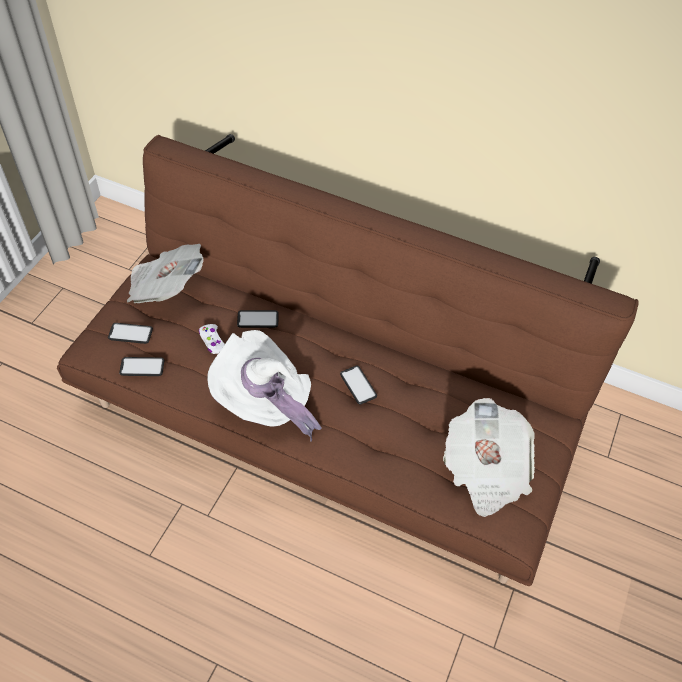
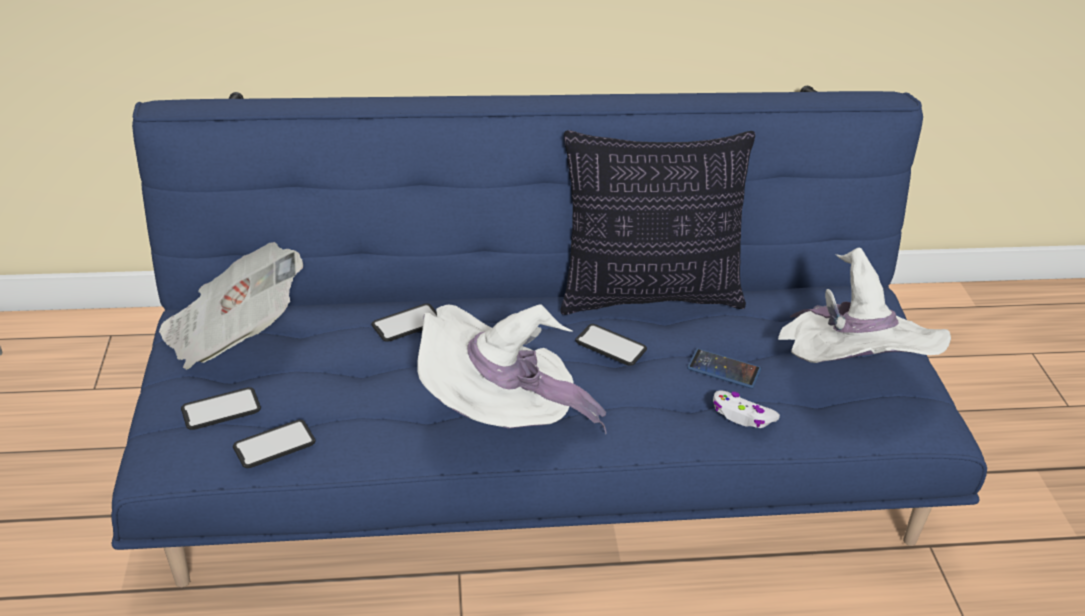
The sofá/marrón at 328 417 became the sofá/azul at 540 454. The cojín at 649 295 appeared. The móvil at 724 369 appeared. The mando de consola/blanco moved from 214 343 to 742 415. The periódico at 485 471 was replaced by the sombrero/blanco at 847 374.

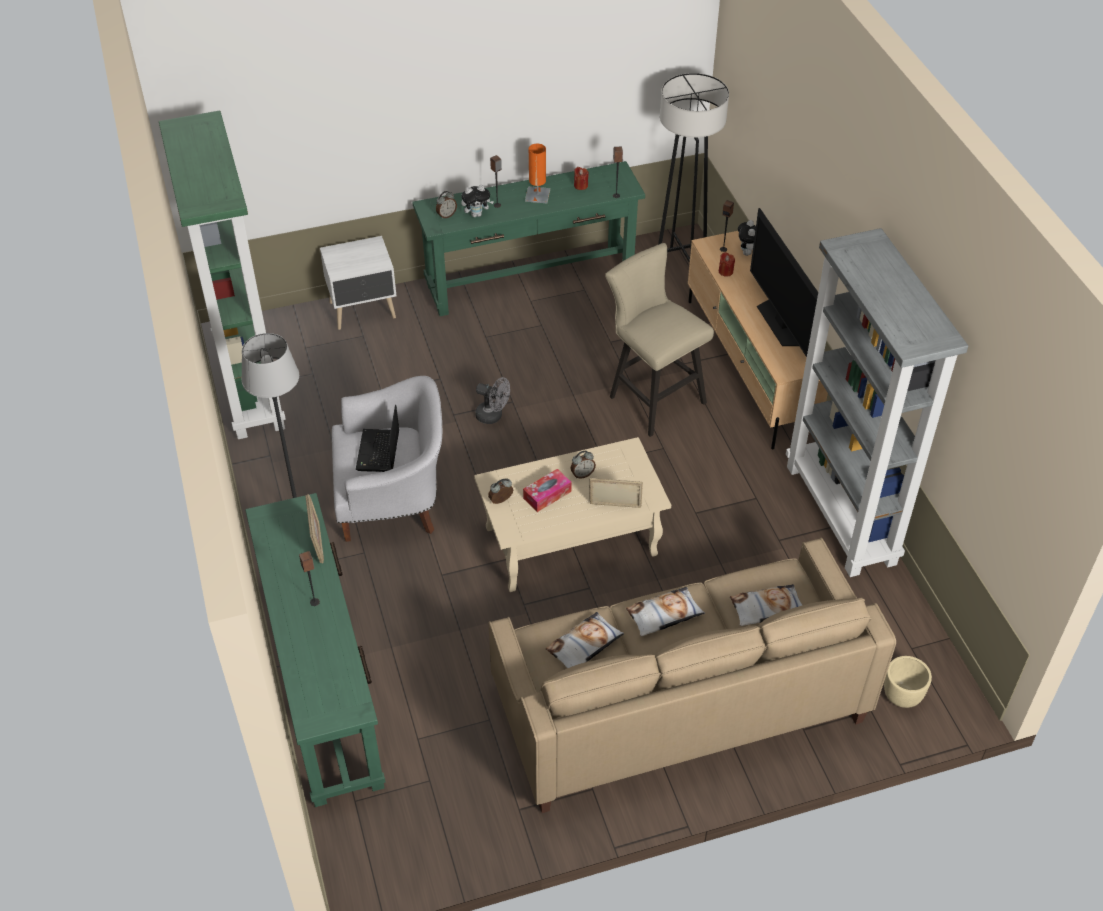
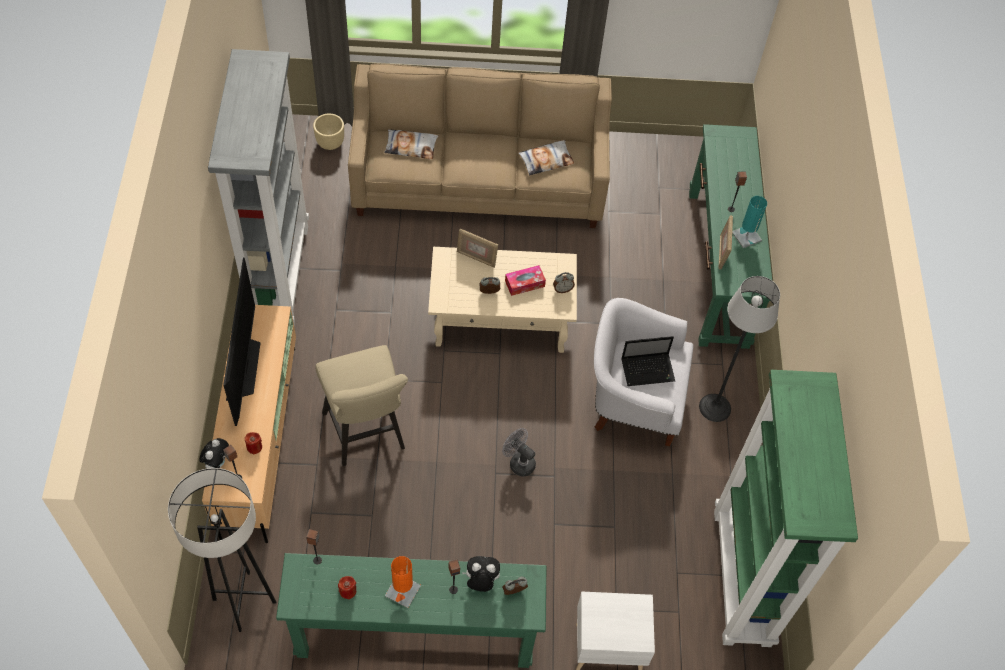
The portátil at 378 452 turned 60 degrees clockwise. The lámpara de mesa/turquesa at 746 236 appeared. The cojín at 664 615 disappeared.

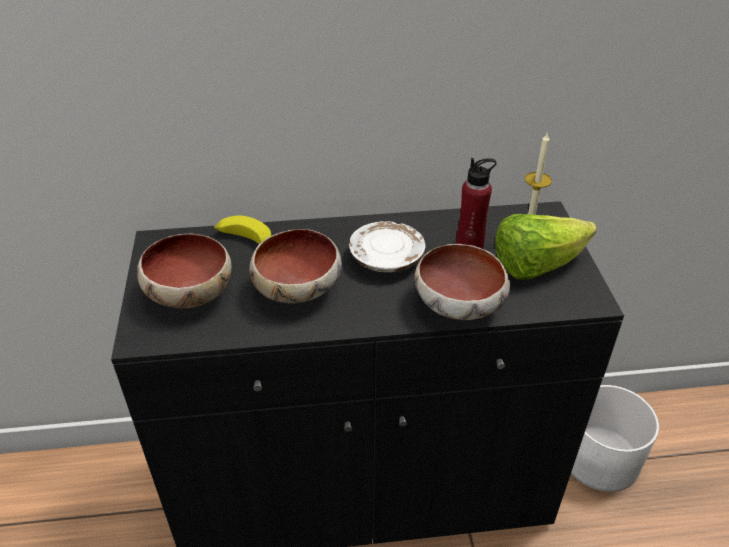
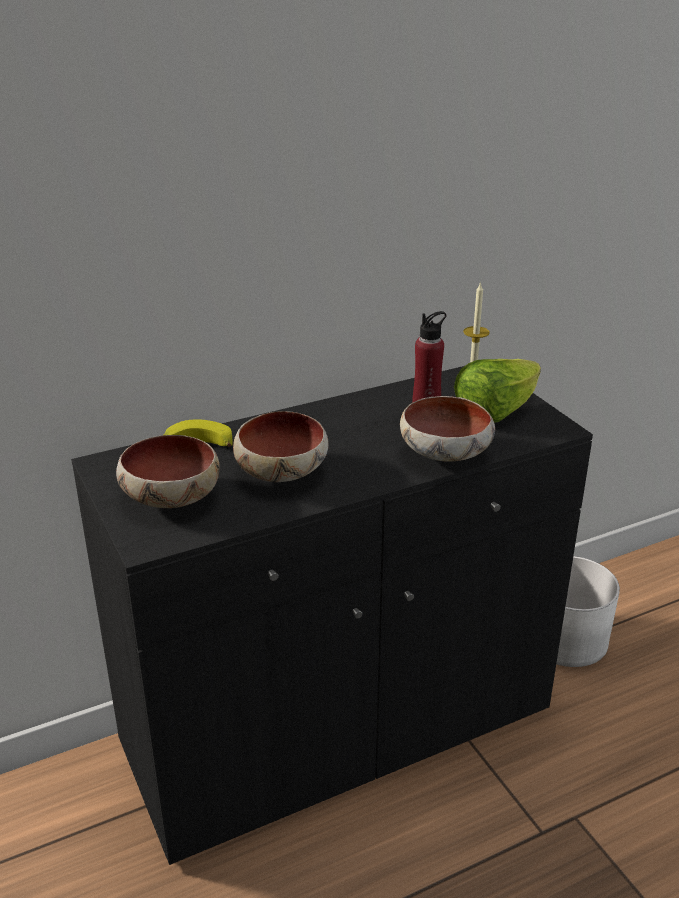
The plato/blanco at 386 257 disappeared.

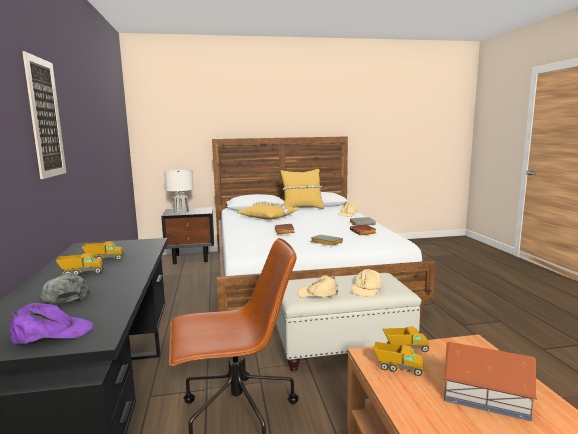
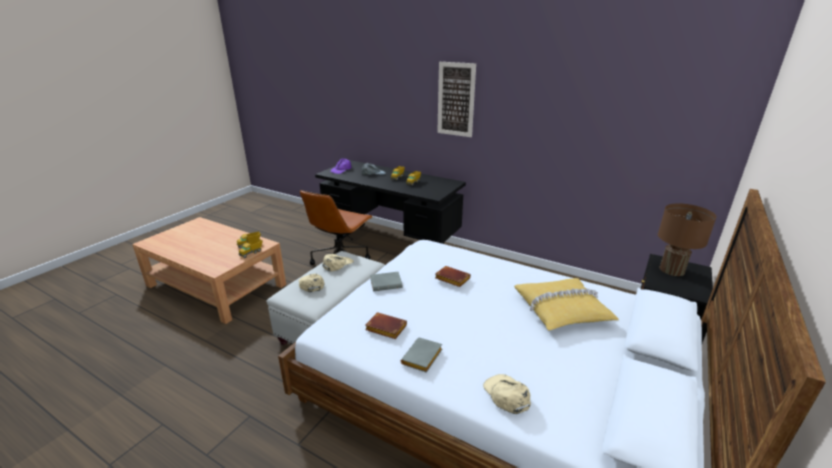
The lámpara de mesa/blanco at 181 212 became the lámpara de mesa/marrón at 672 270. The cojín/amarillo at 302 208 disappeared. The casita at 486 396 disappeared.

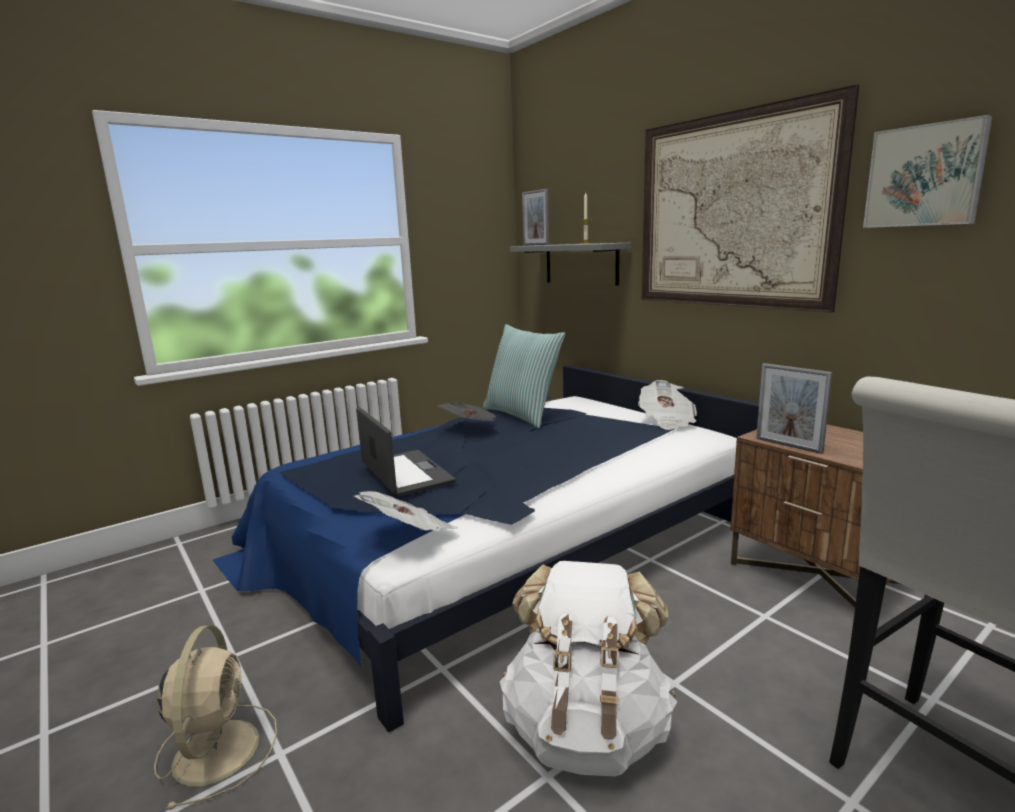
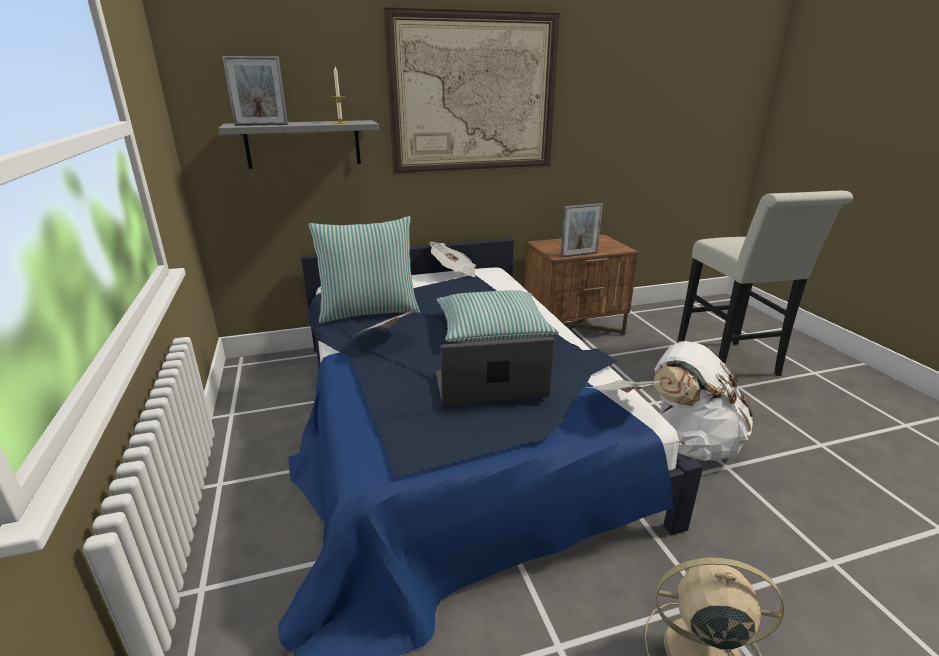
The cojín at 492 330 appeared. The cuadro at 925 176 disappeared.

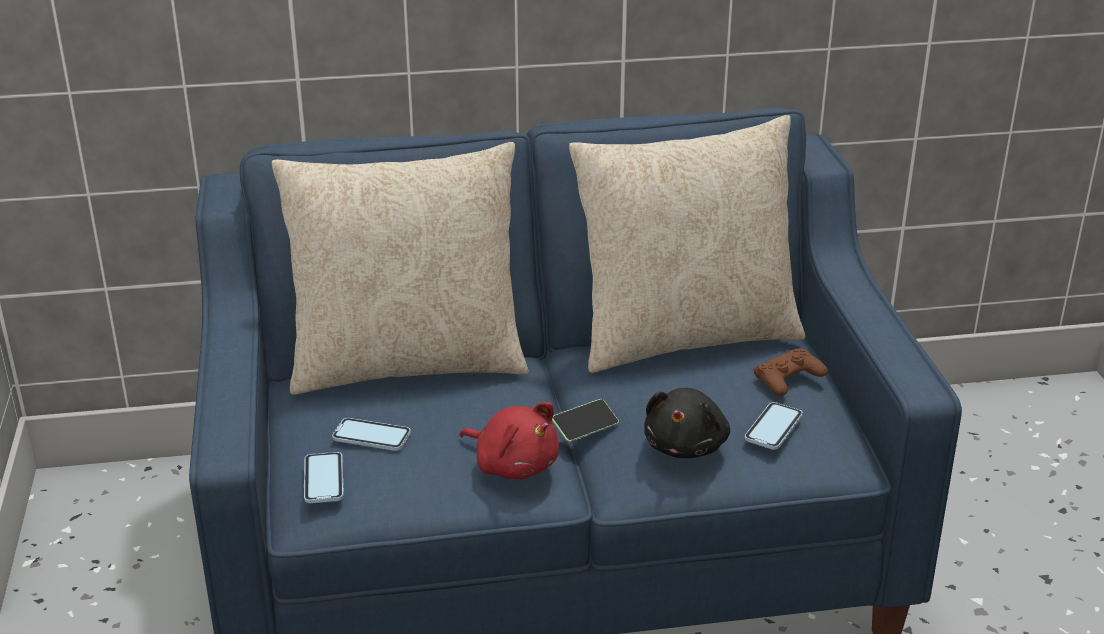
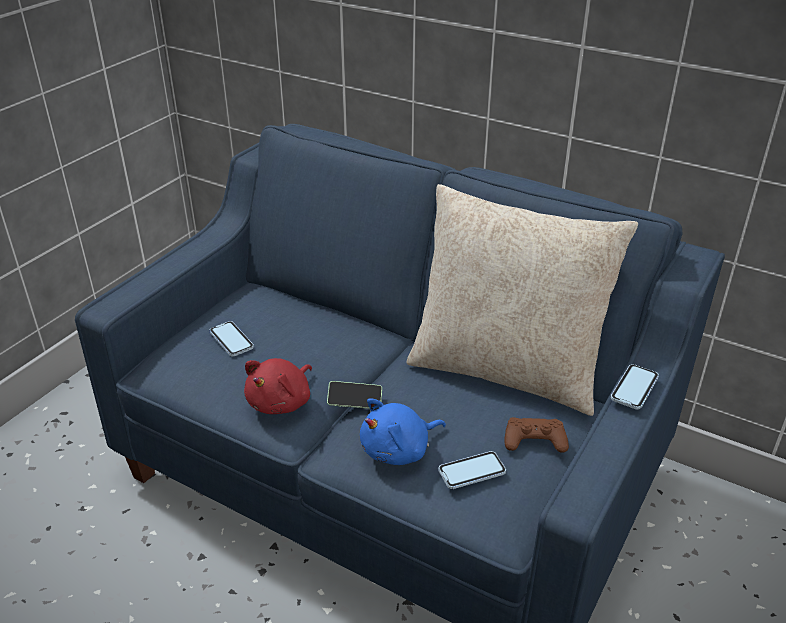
The peluche/rojo at 513 465 turned 45 degrees clockwise. The peluche/negro at 686 446 became the peluche/azul at 399 450. The móvil moved from 323 480 to 634 388. The cojín/beis at 408 363 disappeared.

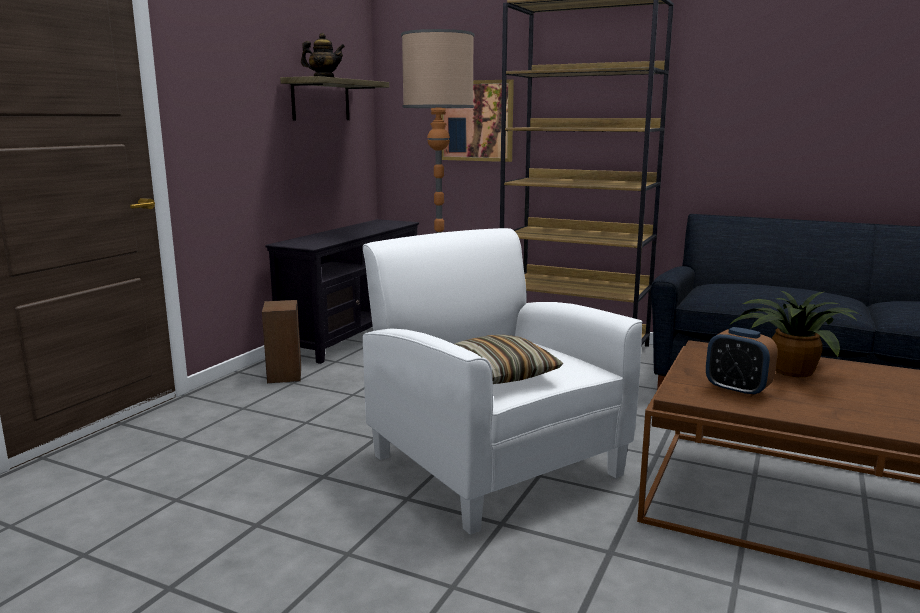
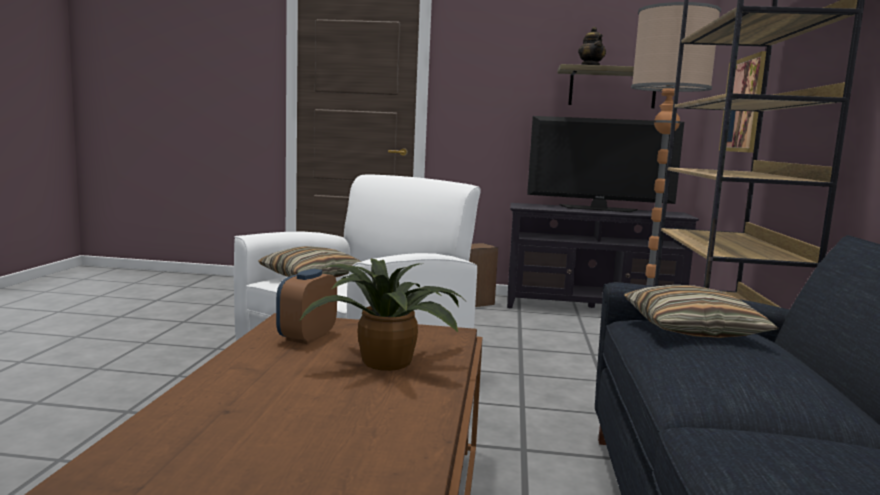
The televisor at 598 209 appeared. The cojín at 692 329 appeared.

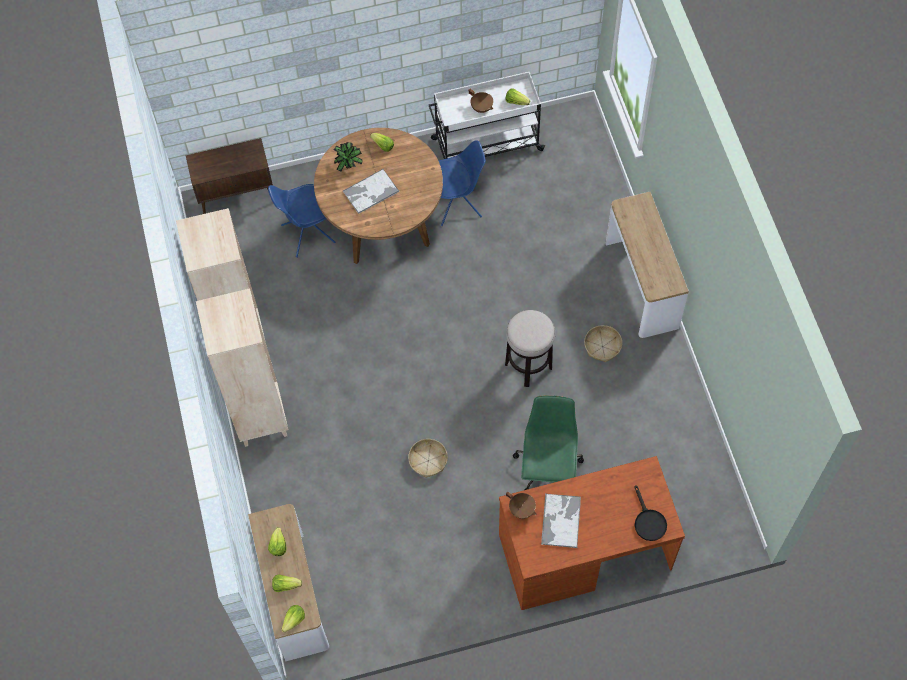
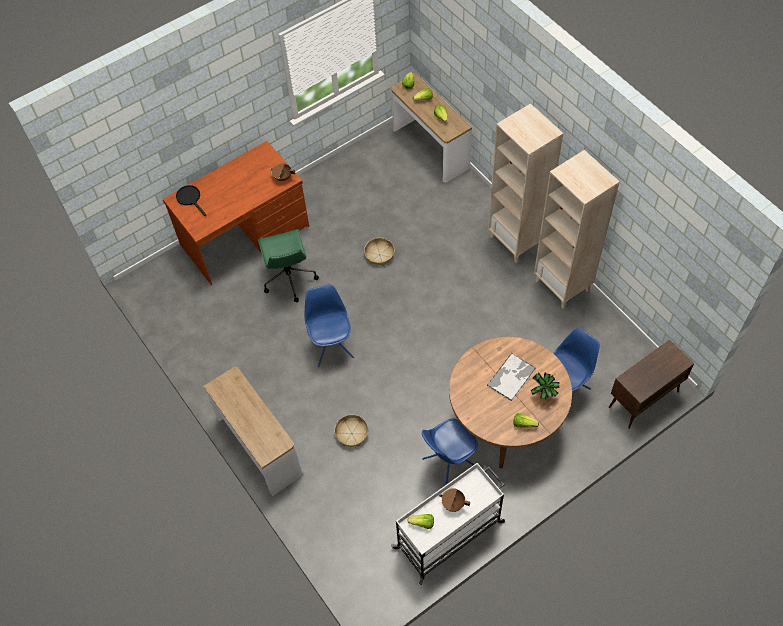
The taburete at 528 365 was replaced by the silla/azul at 331 346. The cesta moved from 602 346 to 351 433. The bandeja at 561 520 disappeared.

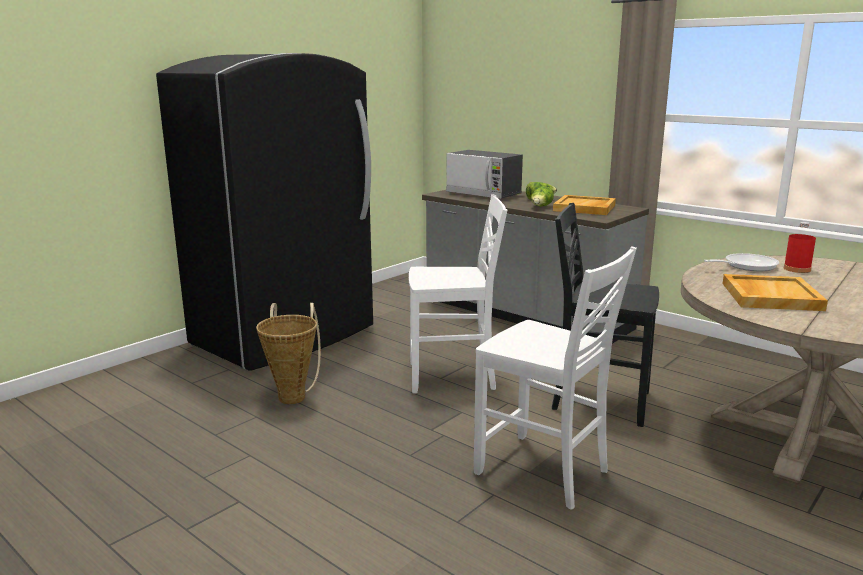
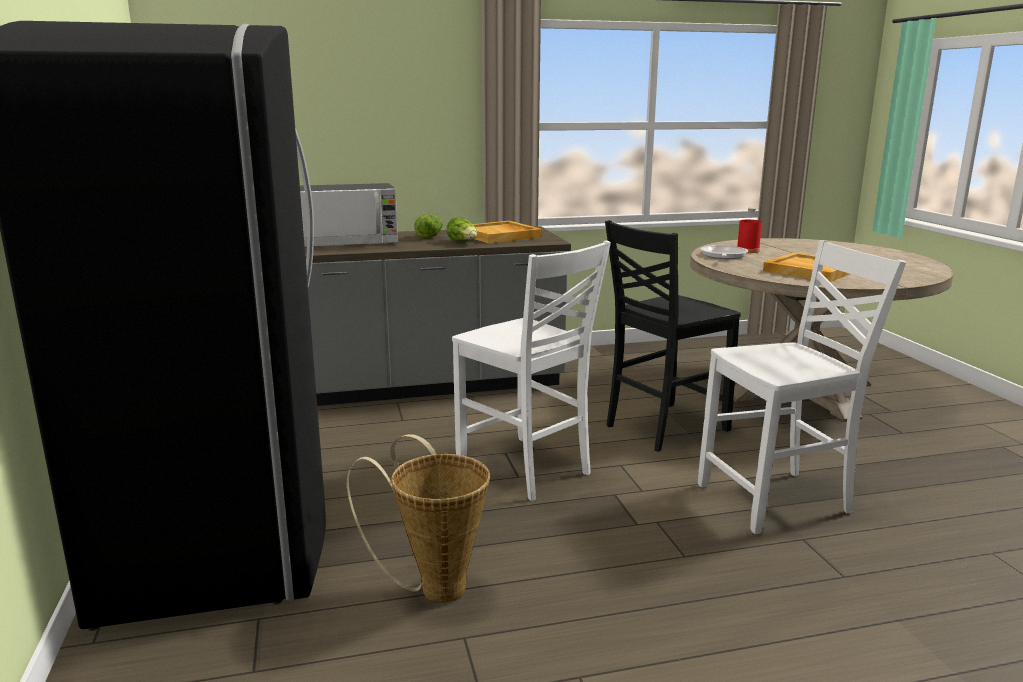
The silla/blanco at 453 377 turned 105 degrees clockwise.

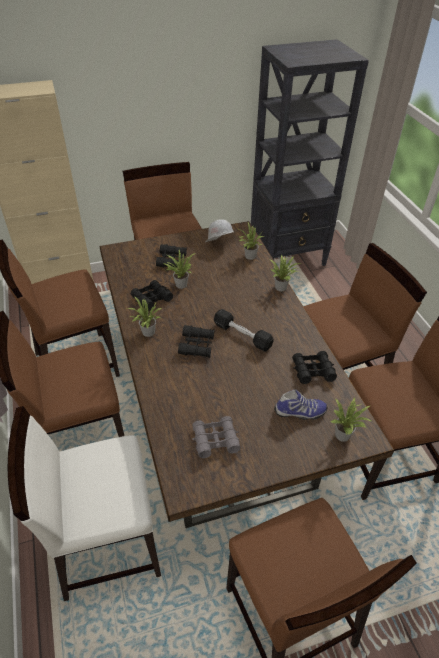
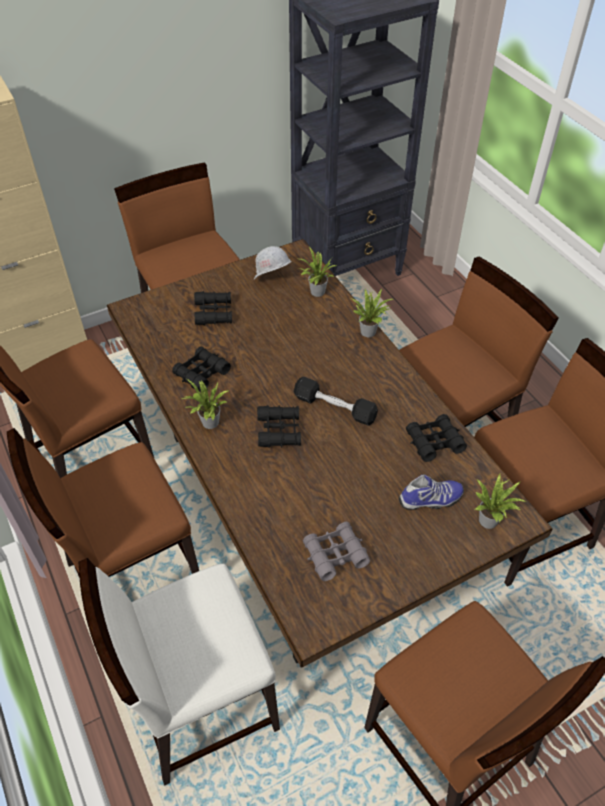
The planta en maceta at 180 284 disappeared.

